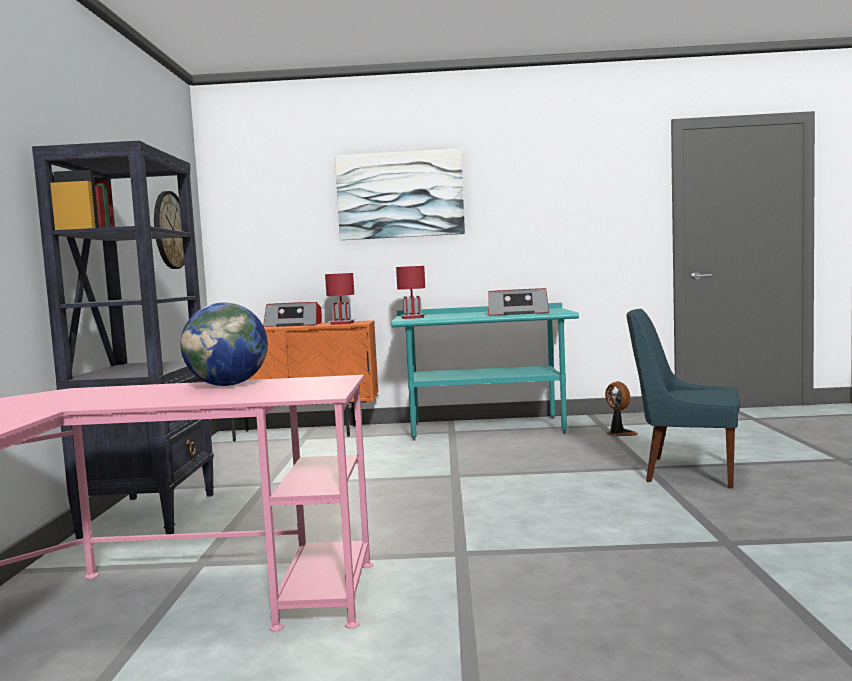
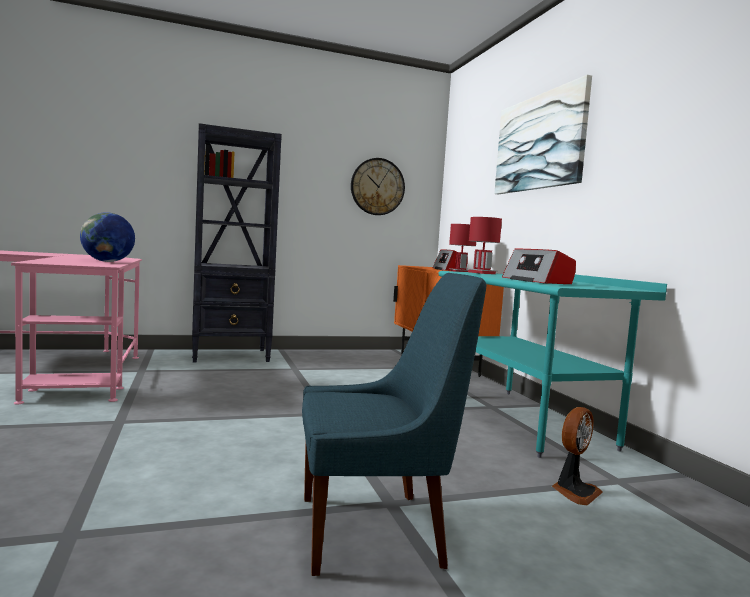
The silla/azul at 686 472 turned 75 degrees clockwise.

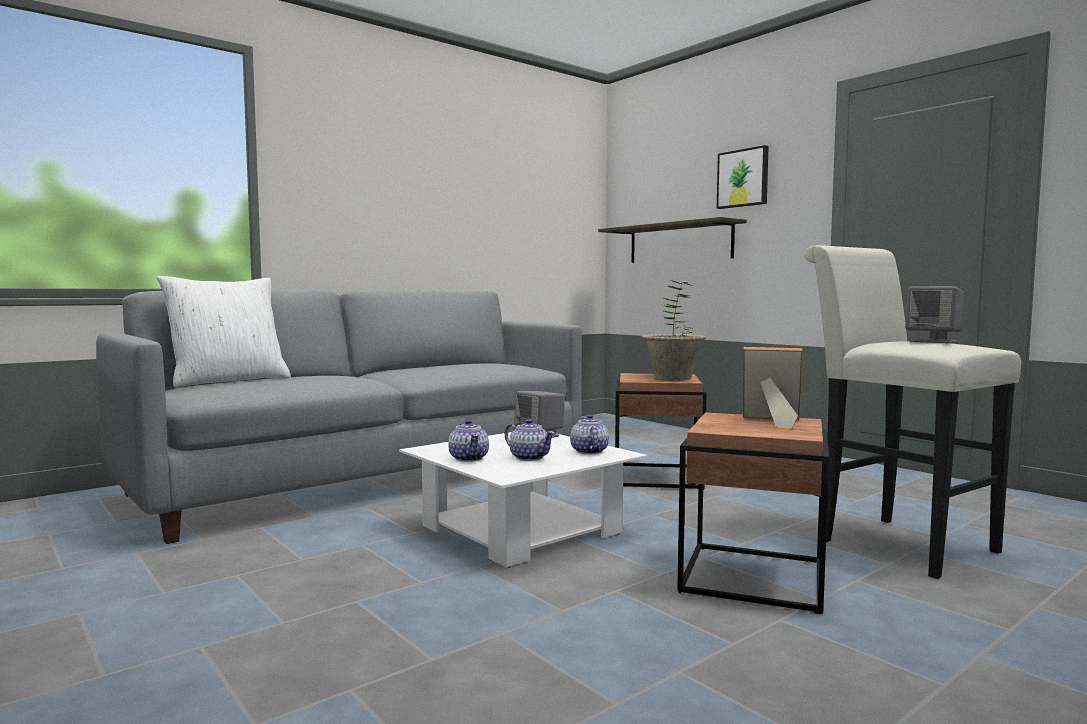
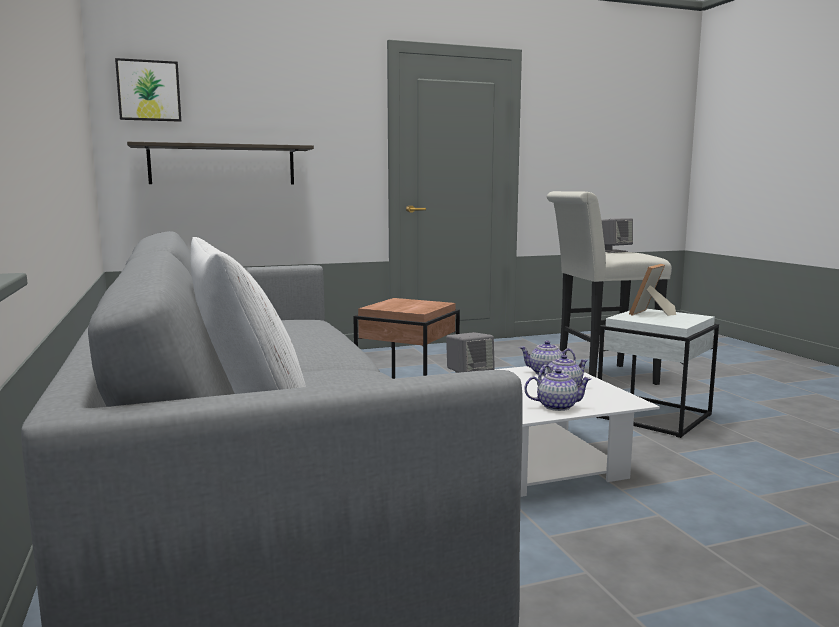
The cuadro moved from 743 178 to 149 91. The mesa auxiliar/marrón at 751 577 became the mesa auxiliar/blanco at 654 417. The planta en maceta at 672 378 disappeared.

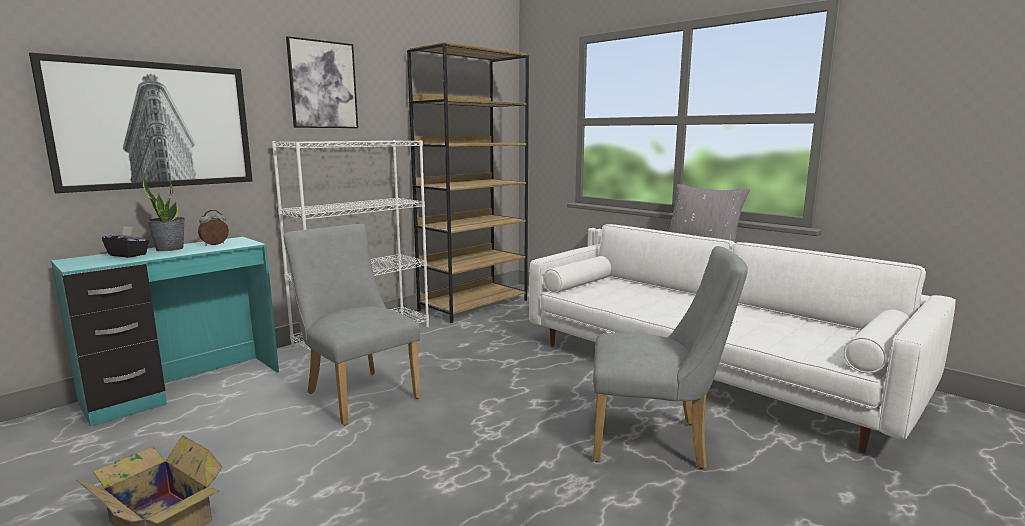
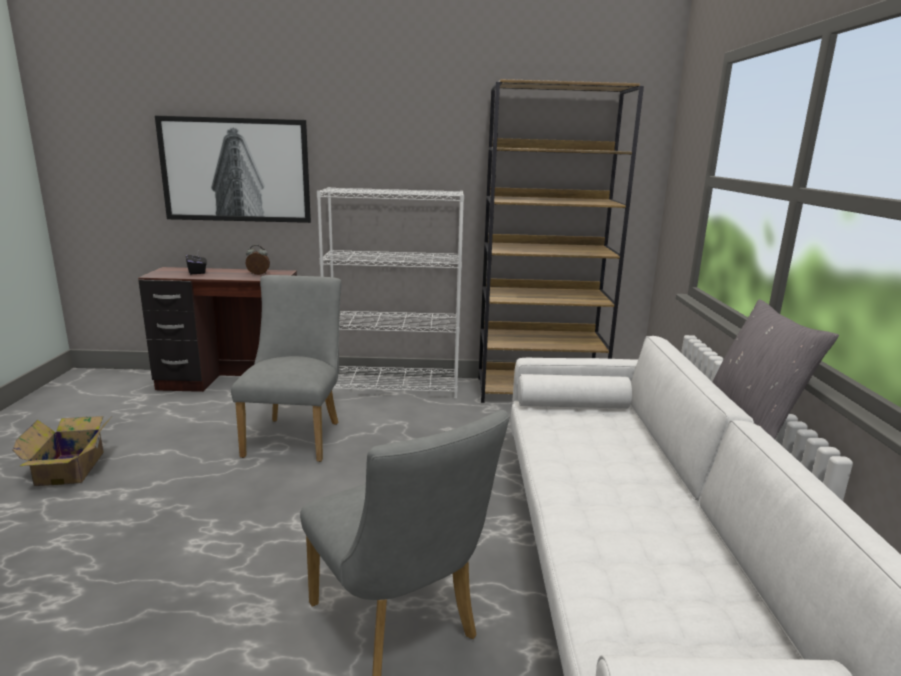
The escritorio/turquesa at 186 388 became the escritorio/marrón at 230 384. The planta en maceta at 169 248 disappeared. The cuadro at 323 85 disappeared.

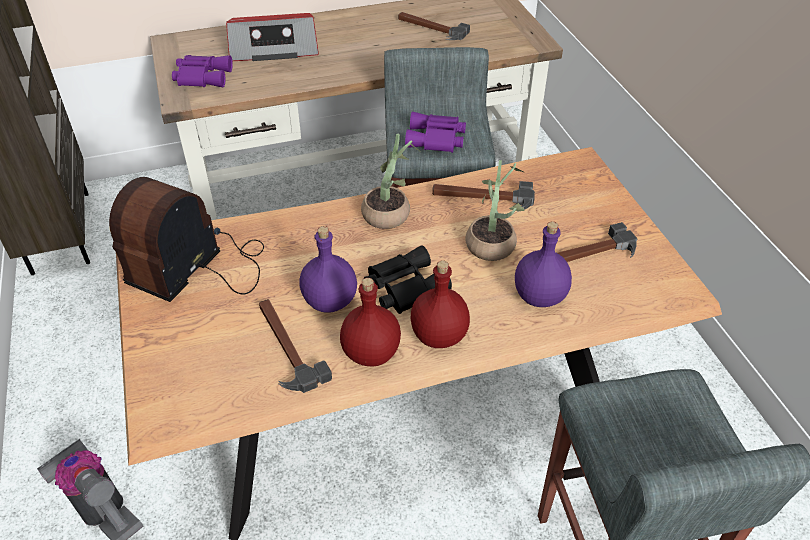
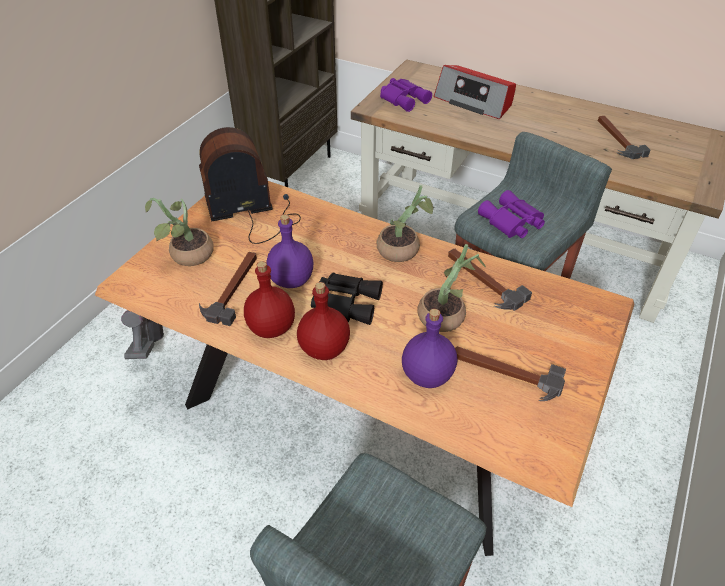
The planta en maceta at 187 256 appeared.

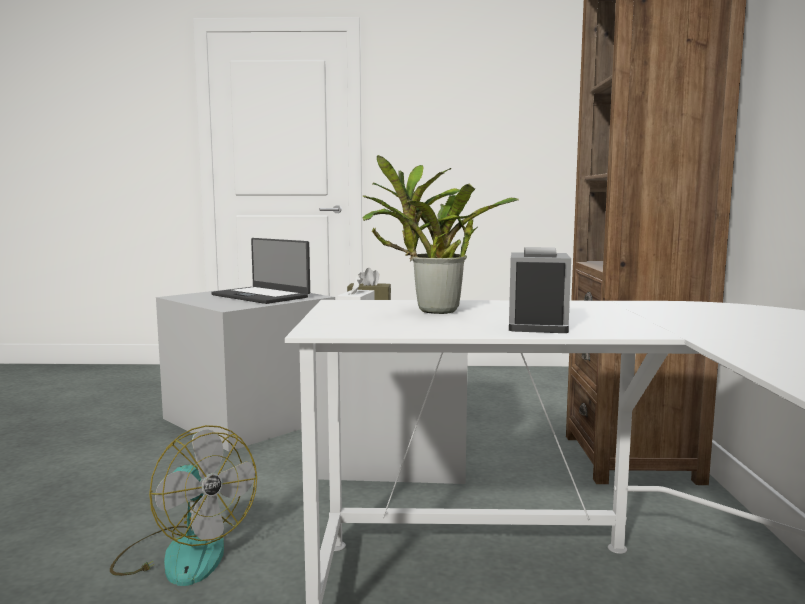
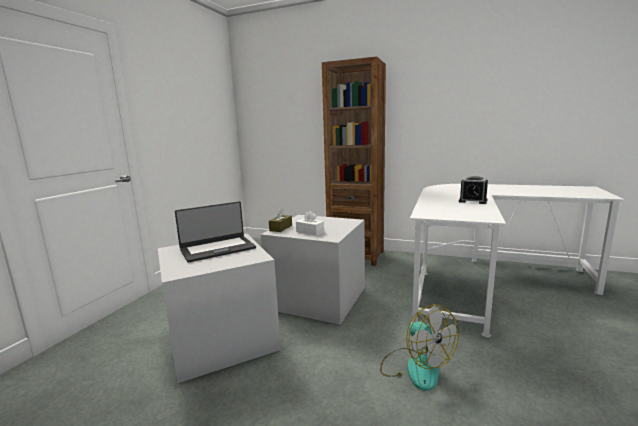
The ventilador at 183 553 turned 90 degrees clockwise. The planta en maceta at 431 311 disappeared.

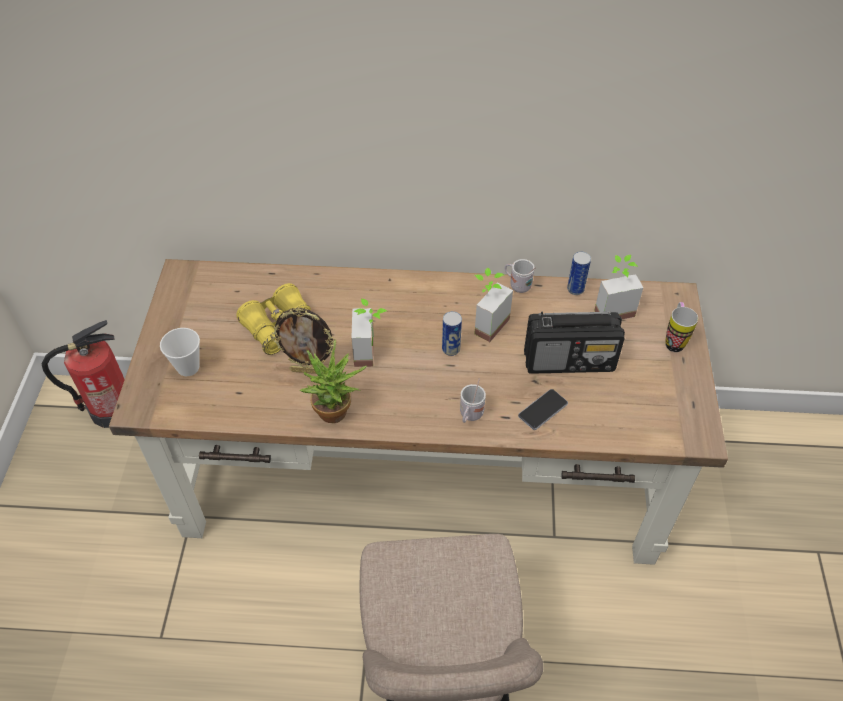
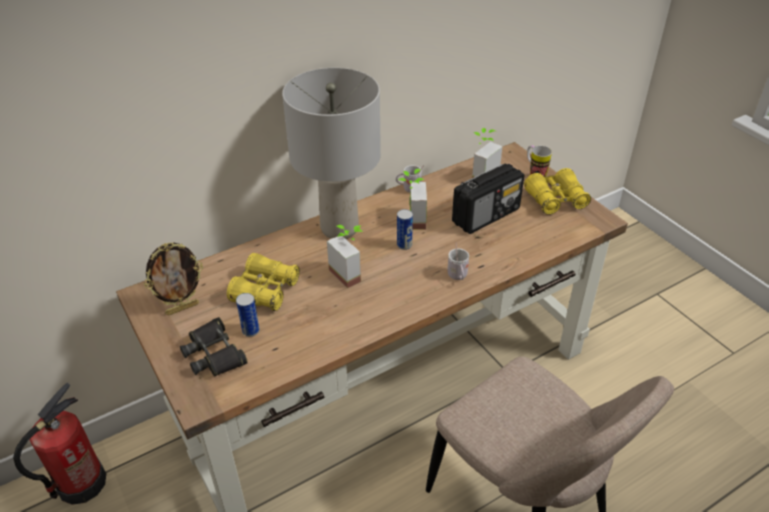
The portarretratos moved from 309 370 to 182 308. The taza at 188 367 was replaced by the prismáticos/negro at 214 353. The lata moved from 575 289 to 251 331. The lámpara de mesa/gris at 339 229 appeared. The prismáticos/amarillo at 555 200 appeared. The planta en maceta at 337 415 disappeared. The móvil at 542 410 disappeared.

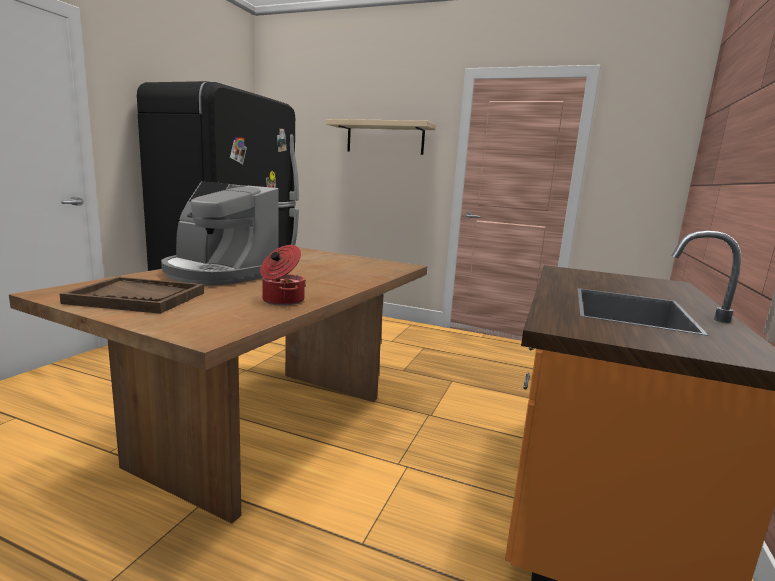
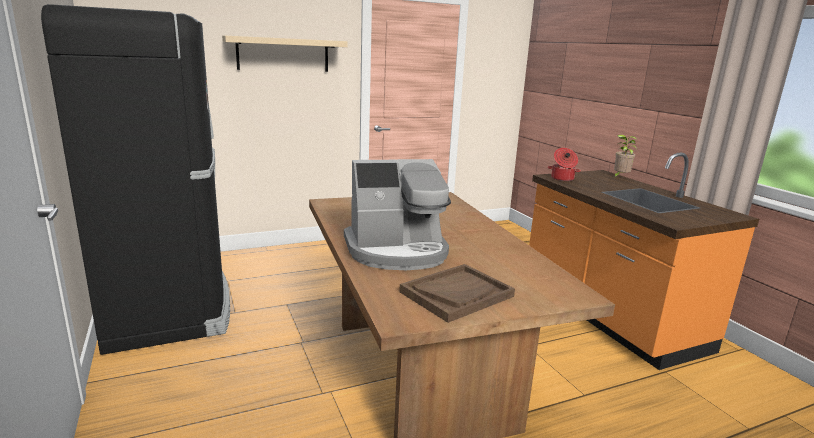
The olla moved from 282 301 to 562 179. The planta en maceta at 620 177 appeared.

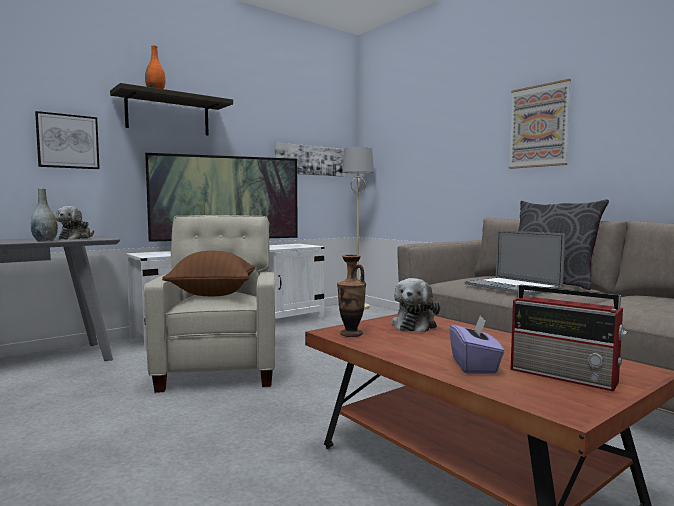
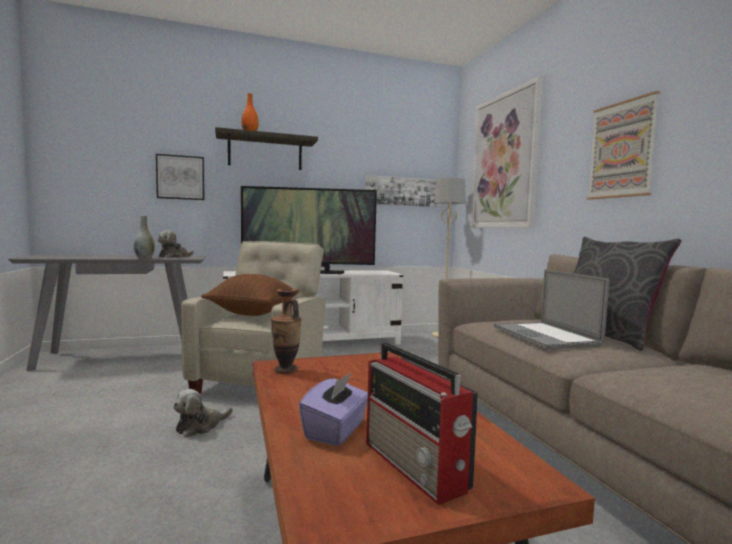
The peluche moved from 415 325 to 200 426. The cuadro at 504 161 appeared.

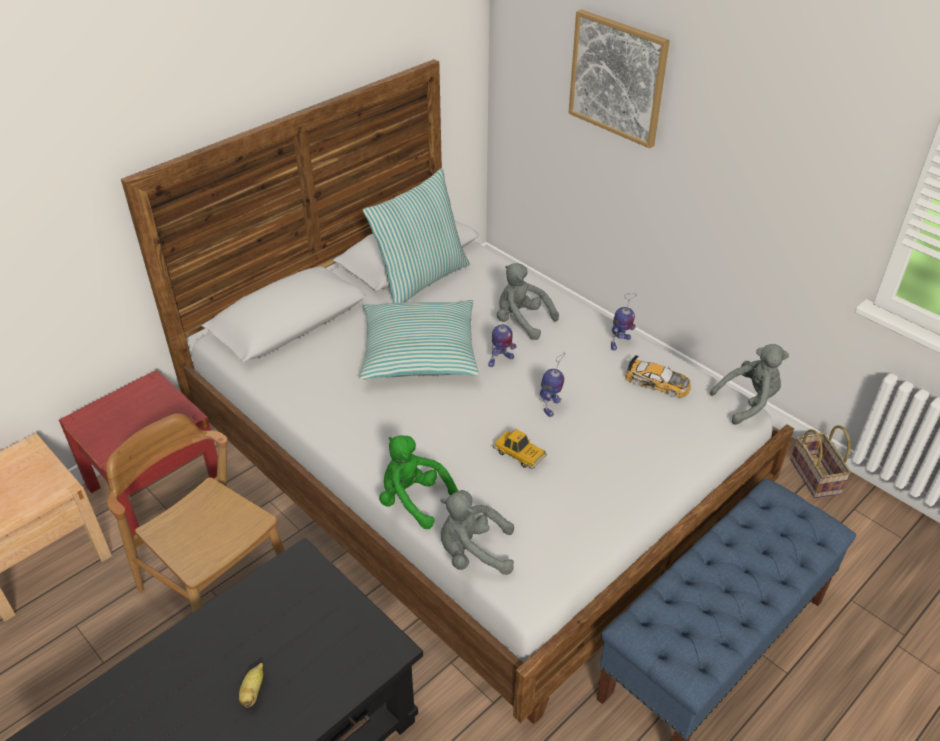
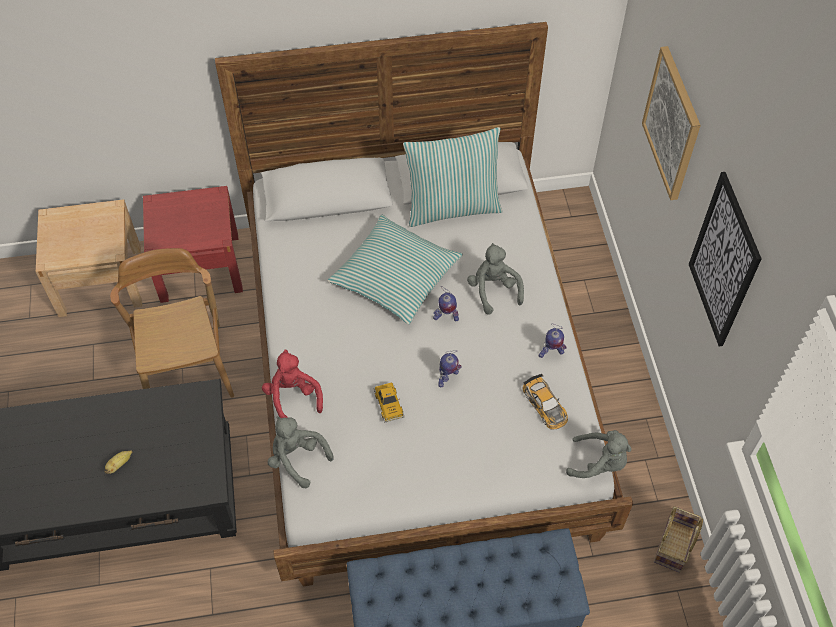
The peluche/verde at 413 500 became the peluche/rojo at 293 397. The cuadro at 724 261 appeared.

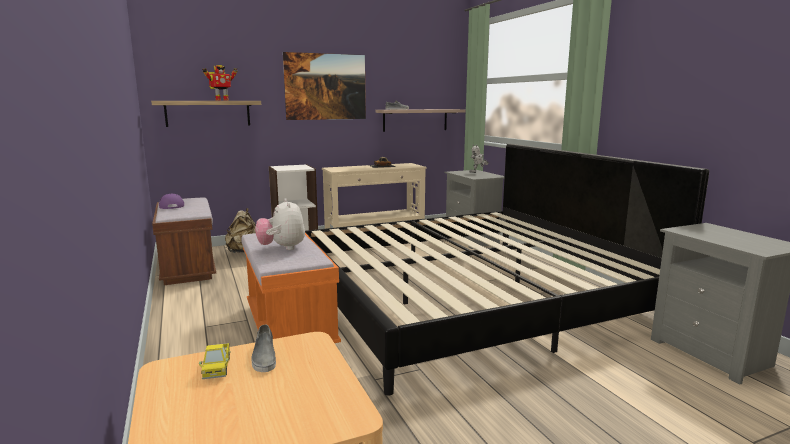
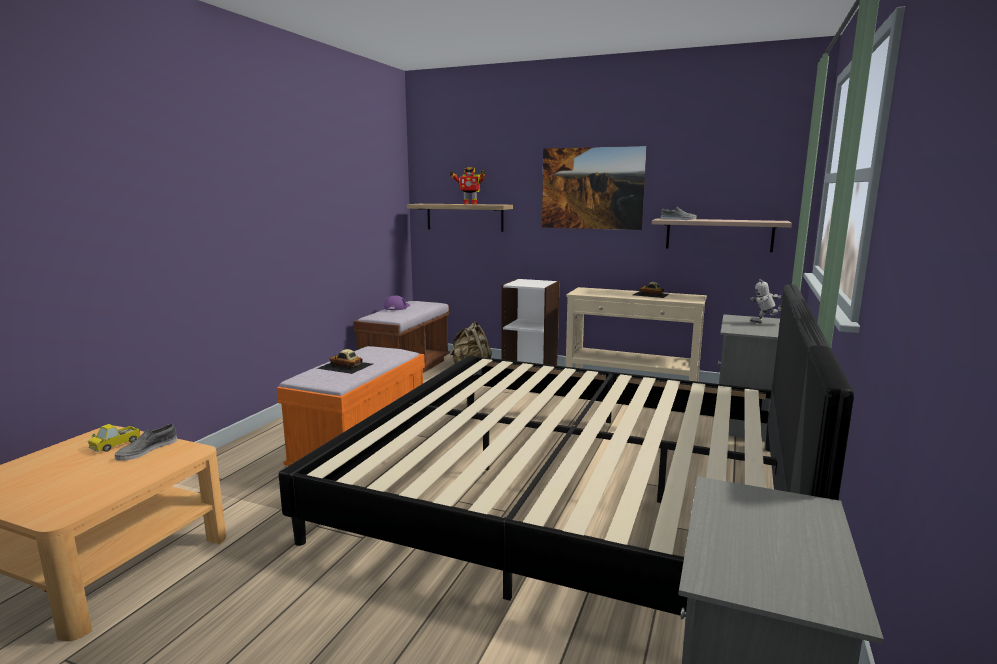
The peluche at 282 248 was replaced by the coche de juguete at 345 366.

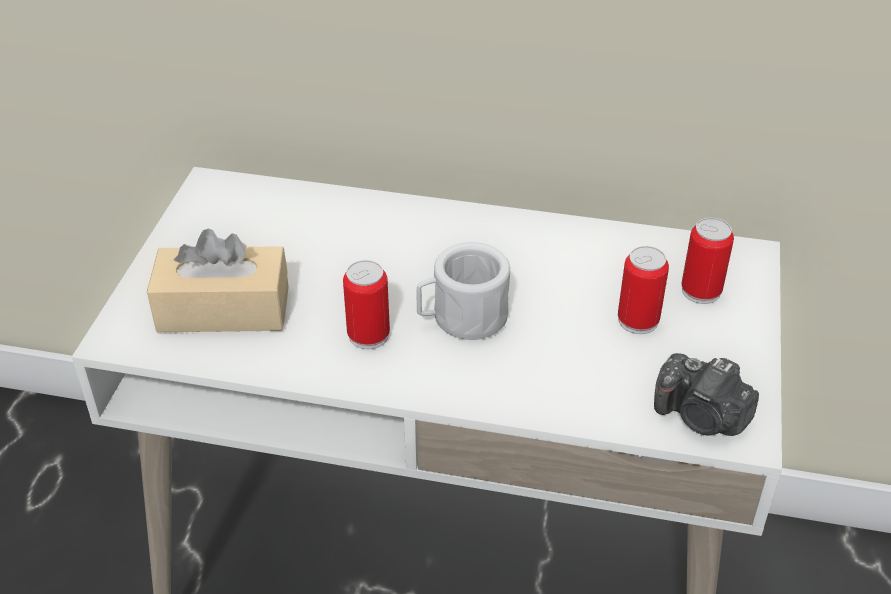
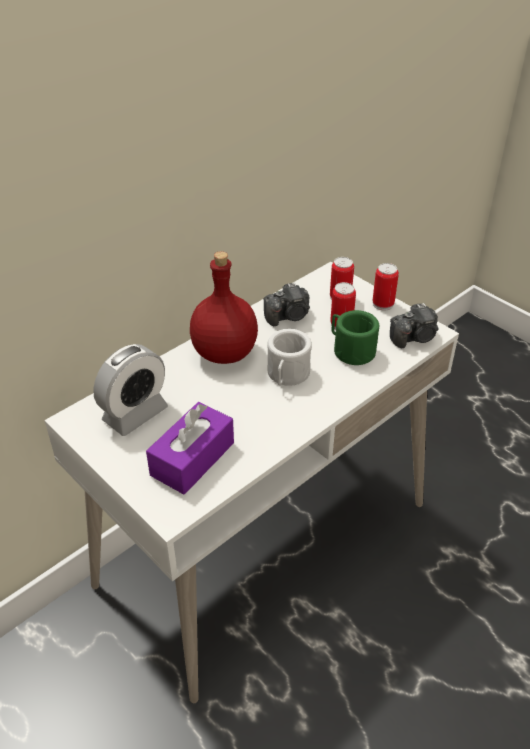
The despertador at 135 414 appeared. The caja de pañuelos/beis at 223 309 became the caja de pañuelos/morado at 192 459. The botella/rojo at 226 353 appeared. The cámara at 288 316 appeared. The taza grande/verde at 350 350 appeared. The lata moved from 368 335 to 383 304.

